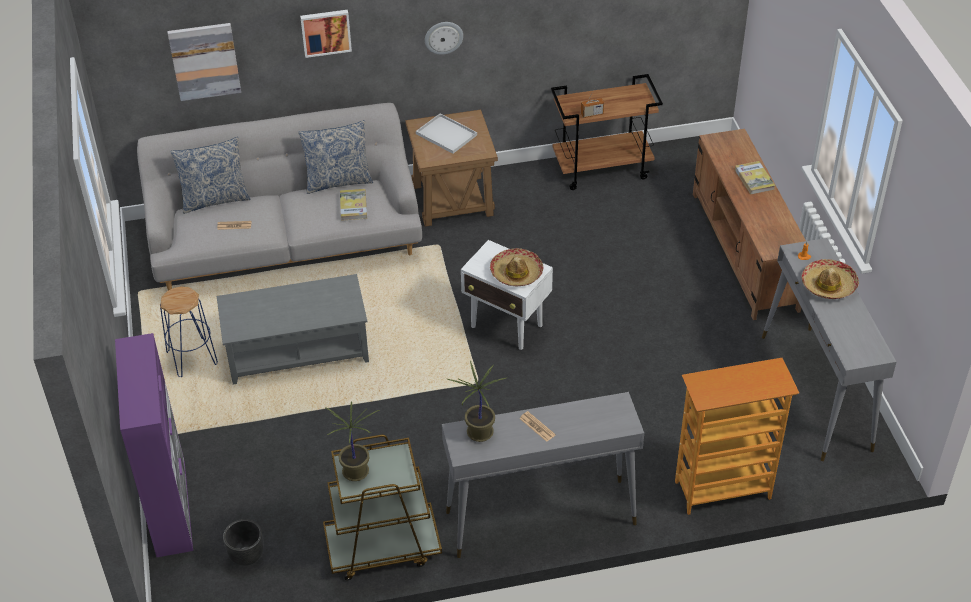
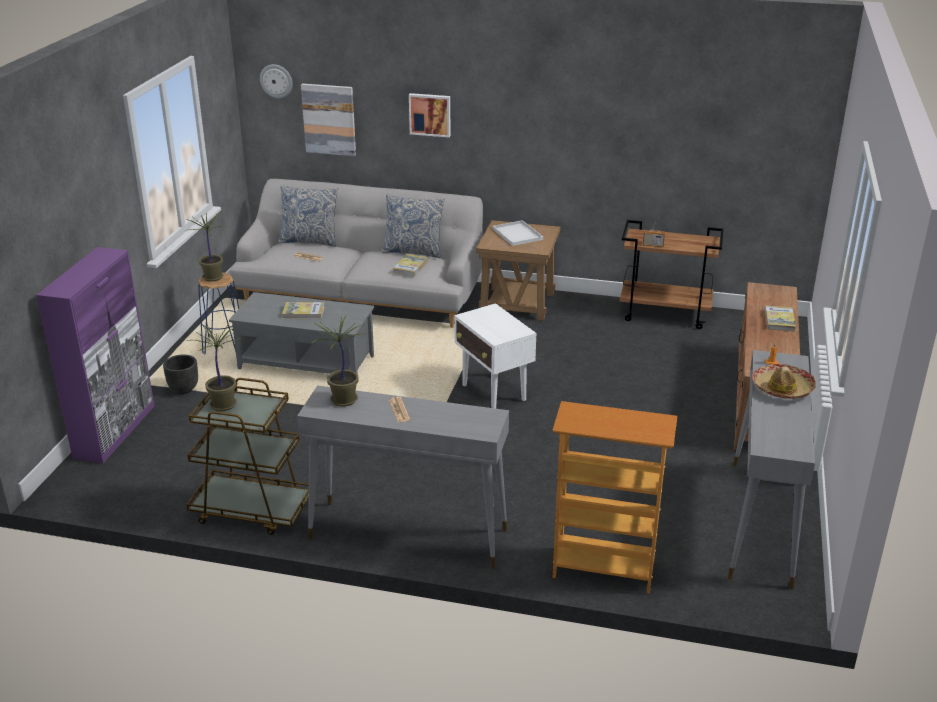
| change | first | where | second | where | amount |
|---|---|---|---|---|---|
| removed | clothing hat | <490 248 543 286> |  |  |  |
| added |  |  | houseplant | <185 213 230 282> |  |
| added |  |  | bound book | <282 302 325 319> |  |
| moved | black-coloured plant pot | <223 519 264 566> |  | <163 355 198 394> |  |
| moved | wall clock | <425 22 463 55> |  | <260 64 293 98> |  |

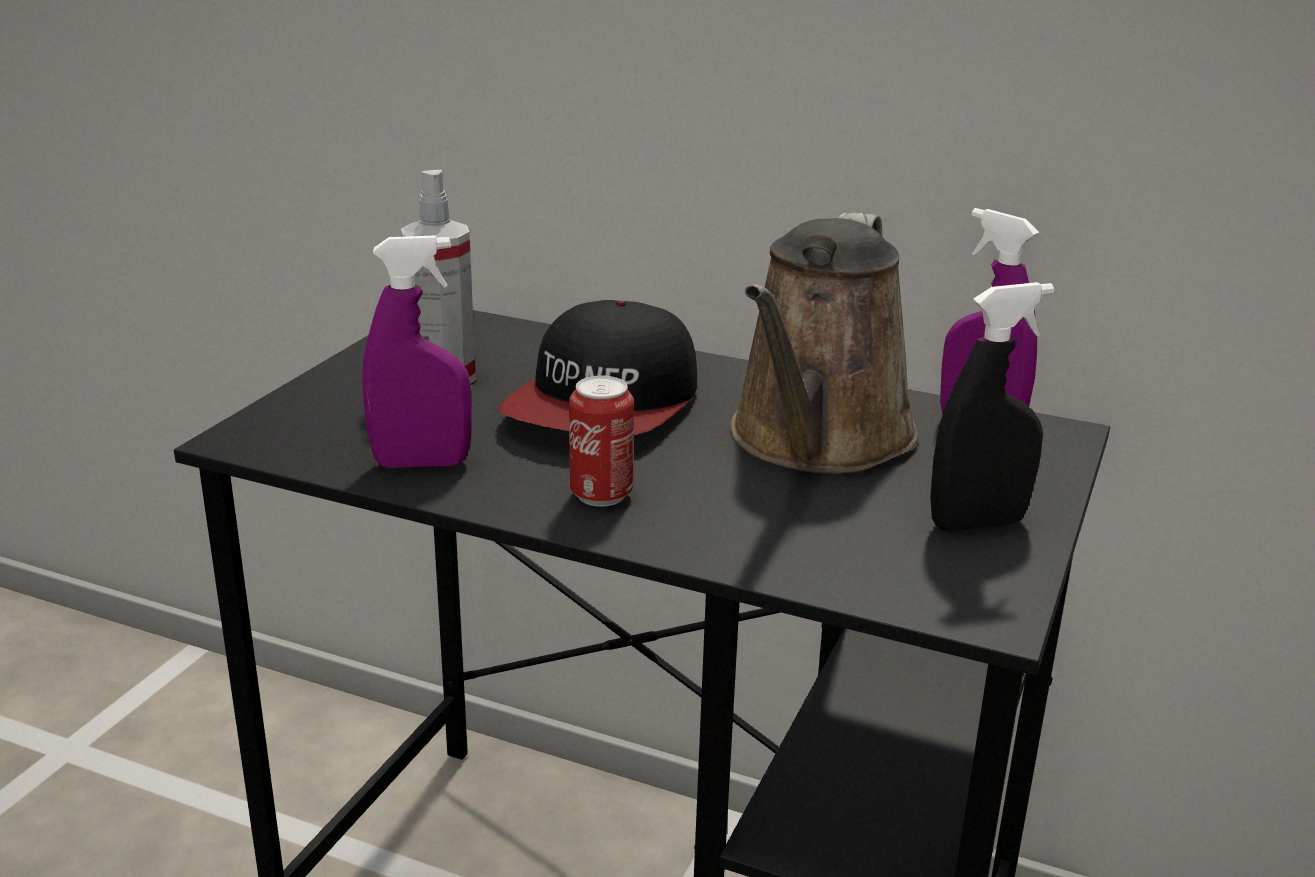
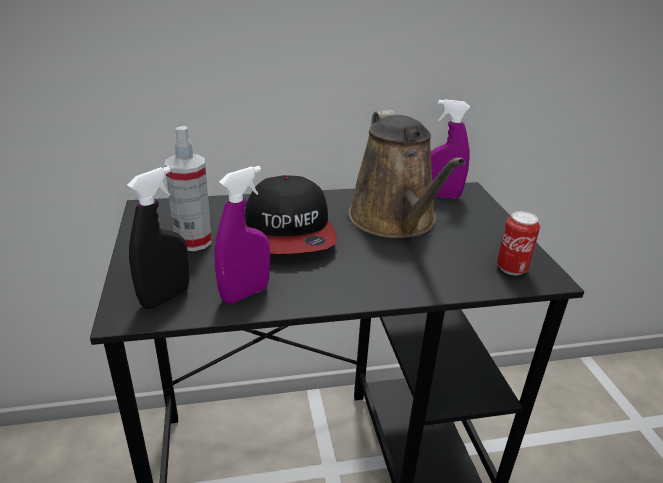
| change | first | where | second | where | amount |
|---|---|---|---|---|---|
| moved | sealed can | <569 376 634 507> |  | <497 211 540 275> |  |
| moved | black-coloured spray bottle | <930 282 1054 532> |  | <127 166 189 309> |  |

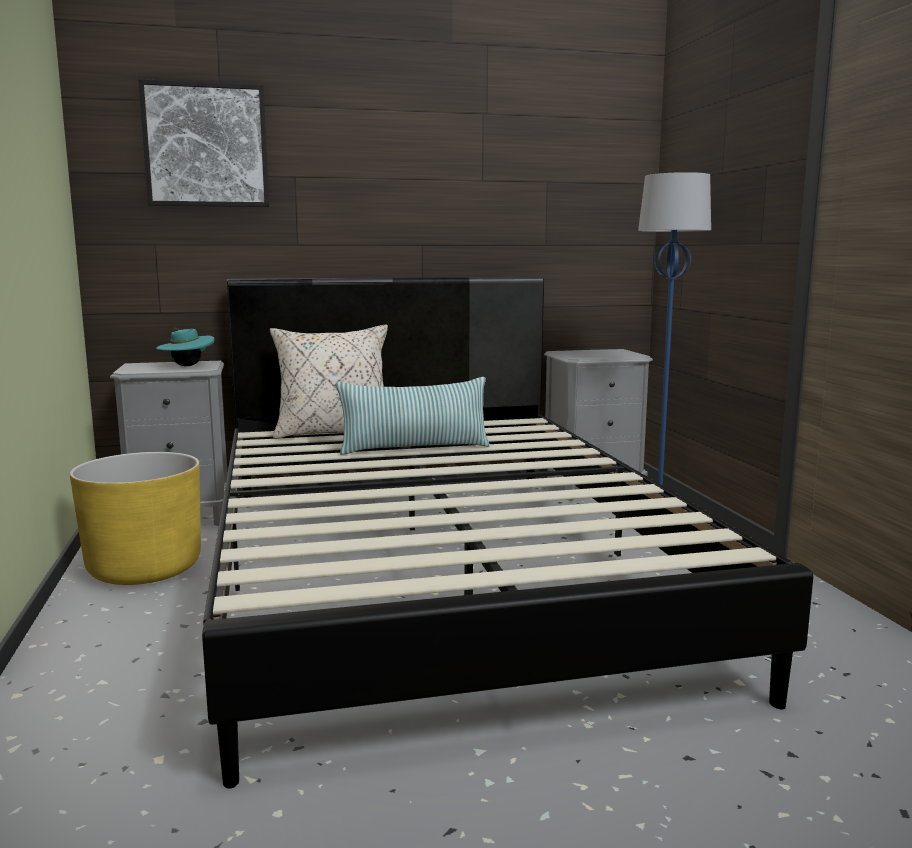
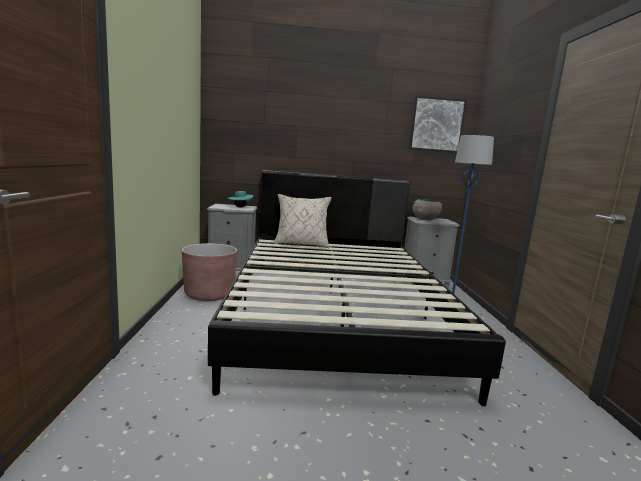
| change | first | where | second | where | amount |
|---|---|---|---|---|---|
| removed | cushion | <336 377 490 455> |  |  |  |
| added |  |  | greyish serving bowl | <412 199 442 220> |  |
| moved | picture | <138 79 269 207> |  | <409 95 467 153> |  |
| recoloured | yellow plant pot | <70 452 201 585> | brown plant pot | <182 243 237 301> |  |

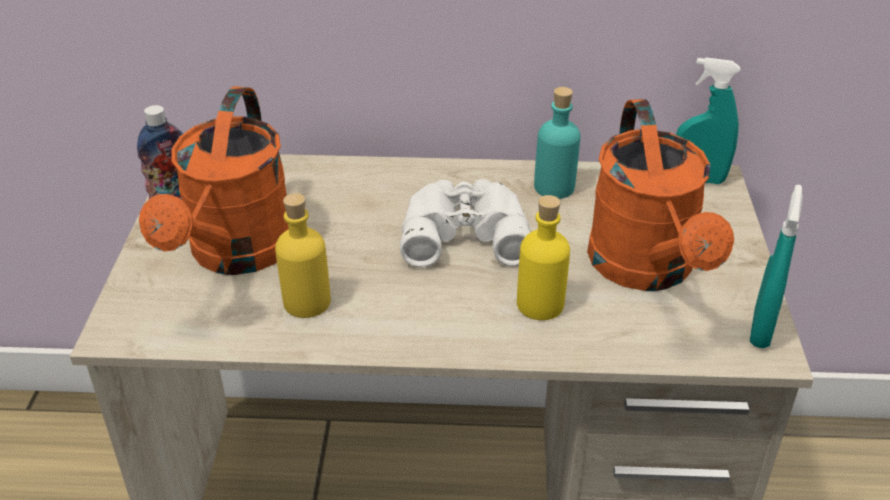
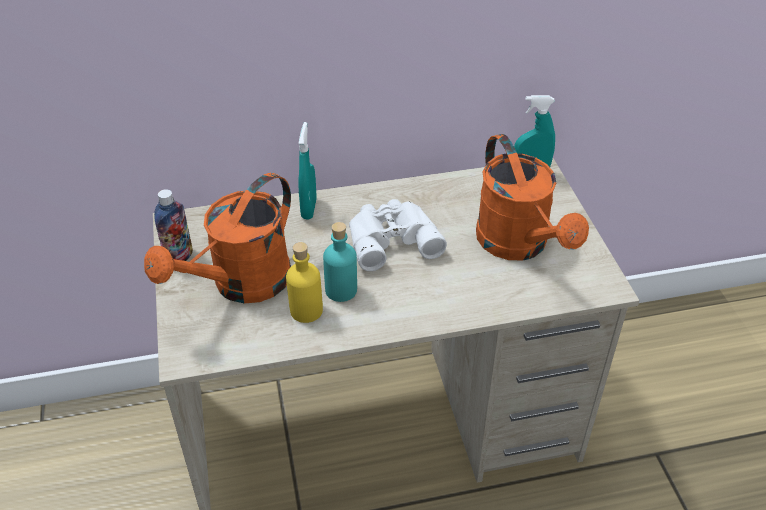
| change | first | where | second | where | amount |
|---|---|---|---|---|---|
| removed | yellow drink bottle | <517 195 570 320> |  |  |  |
| moved | turquoise-coloured drink bottle | <534 87 581 199> |  | <323 222 357 302> |  |
| moved | turquoise-coloured spray bottle | <750 185 803 348> |  | <298 122 317 220> |  |
| turned | orange watering pot | <139 86 289 275> |  | <144 173 291 303> | 45 degrees clockwise |

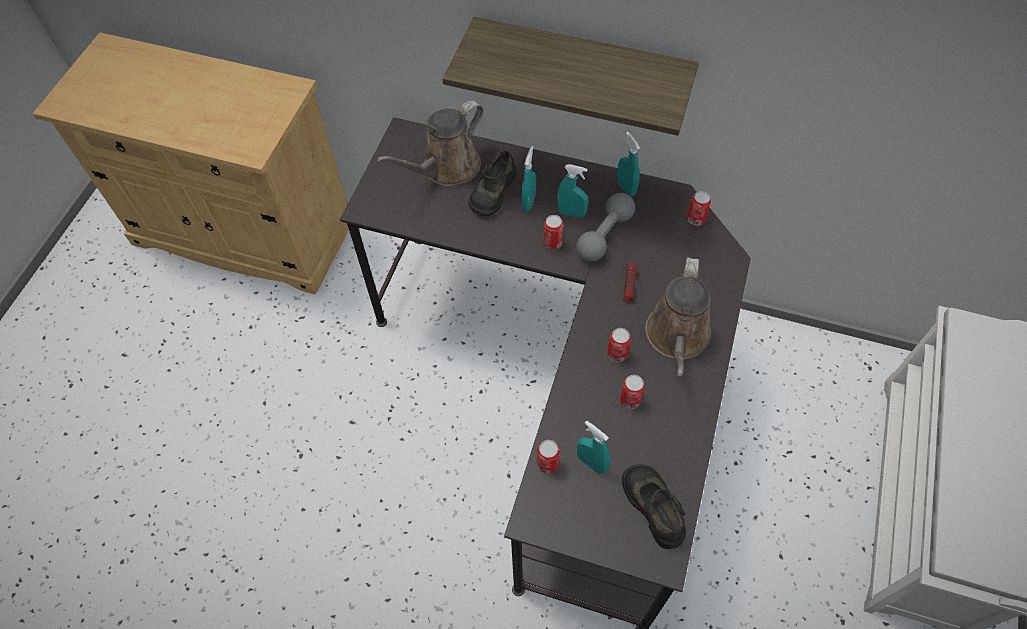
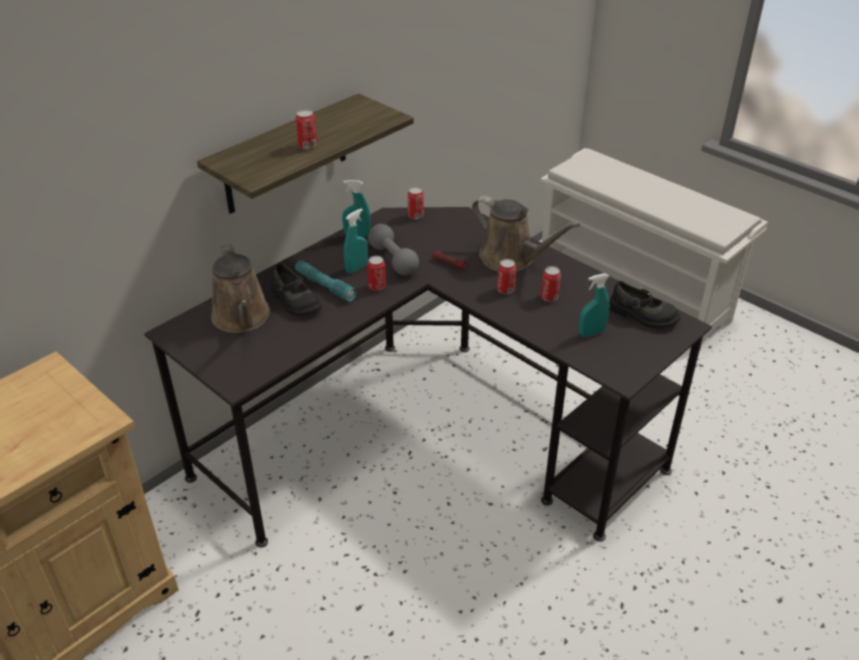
| change | first | where | second | where | amount |
|---|---|---|---|---|---|
| moved | sealed can | <537 440 560 474> |  | <295 110 317 150> |  |
| replaced | turquoise-coloured spray bottle | <521 146 536 212> | turquoise-coloured hand torch | <295 260 356 301> |  |
| turned | black-coloured low shoe | <622 464 686 549> |  | <609 281 681 329> | 150 degrees counterclockwise |

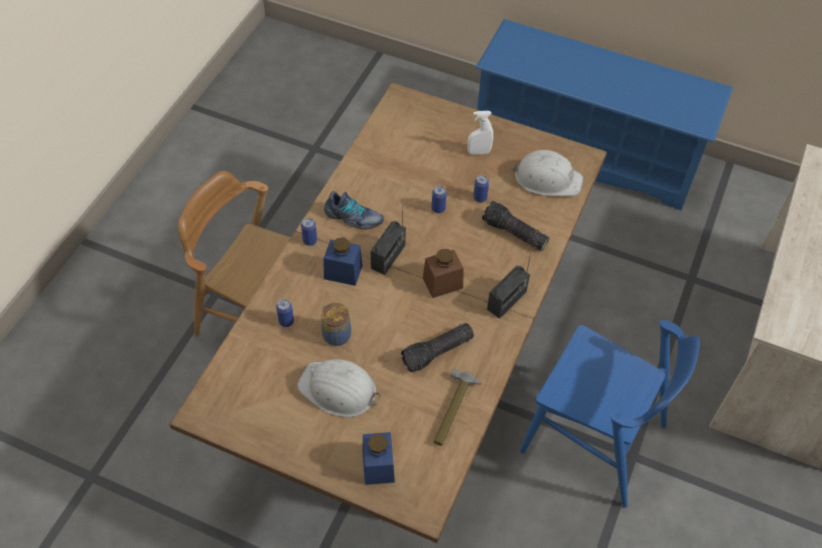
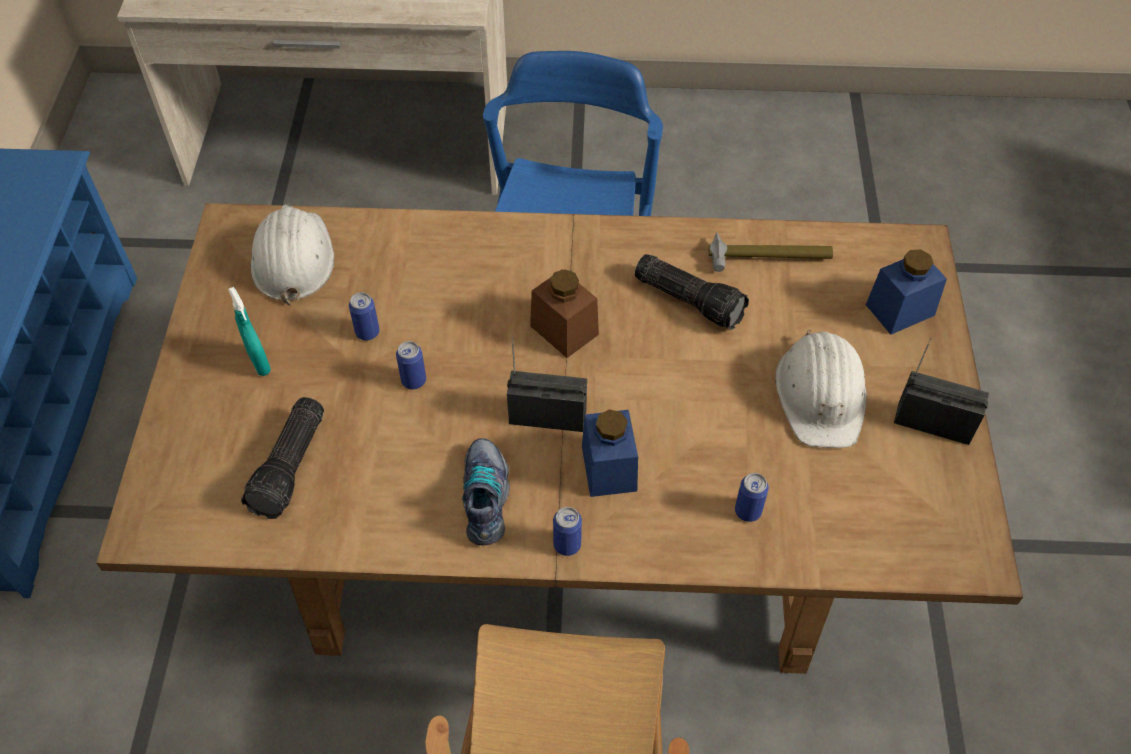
| change | first | where | second | where | amount |
|---|---|---|---|---|---|
| removed | jar | <321 303 351 346> |  |  |  |
| moved | hand torch | <482 201 549 251> |  | <241 397 324 519> |  |
| moved | radio | <487 253 531 319> |  | <894 338 989 445> |  |
| recoloured | white spray bottle | <468 111 493 155> | turquoise-coloured spray bottle | <228 287 271 376> |  |

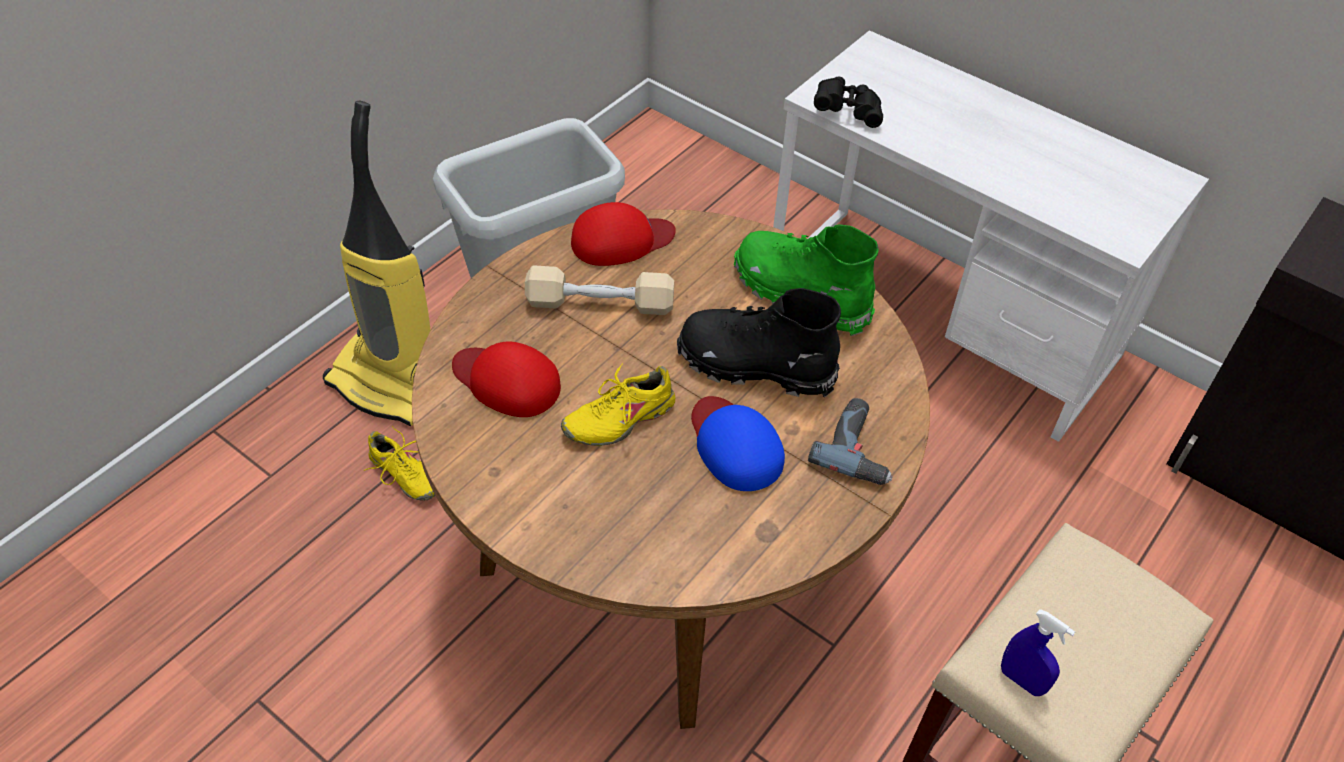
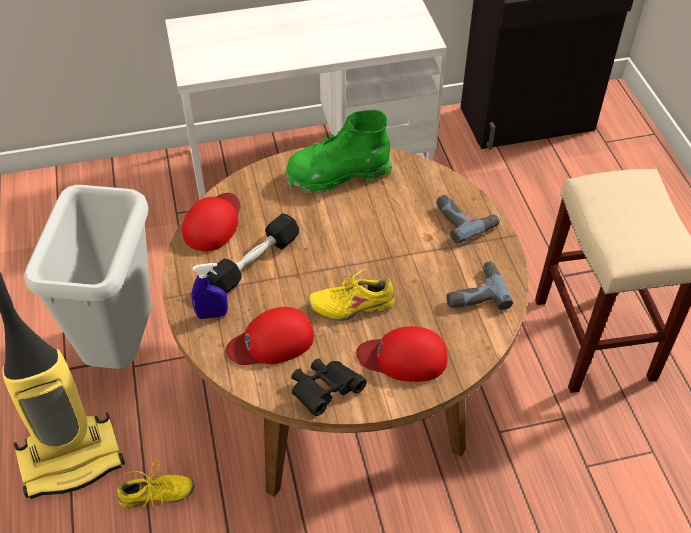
| change | first | where | second | where | amount |
|---|---|---|---|---|---|
| removed | black-coloured tall boot | <677 288 841 398> |  |  |  |
| removed | bluish peaked cap | <691 396 785 491> |  |  |  |
| added |  |  | red peaked cap | <356 326 448 382> |  |
| added |  |  | drill | <446 261 513 310> |  |
| moved | black-coloured field glasses | <814 77 883 128> |  | <292 358 366 416> |  |
| moved | bluish spray bottle | <1001 609 1075 696> |  | <192 263 228 319> |  |
| recoloured | beige free weight | <525 265 674 315> | black-coloured free weight | <207 214 299 294> |  |
| turned | yellow low shoe | <561 364 675 446> |  | <307 268 395 321> | 75 degrees clockwise |

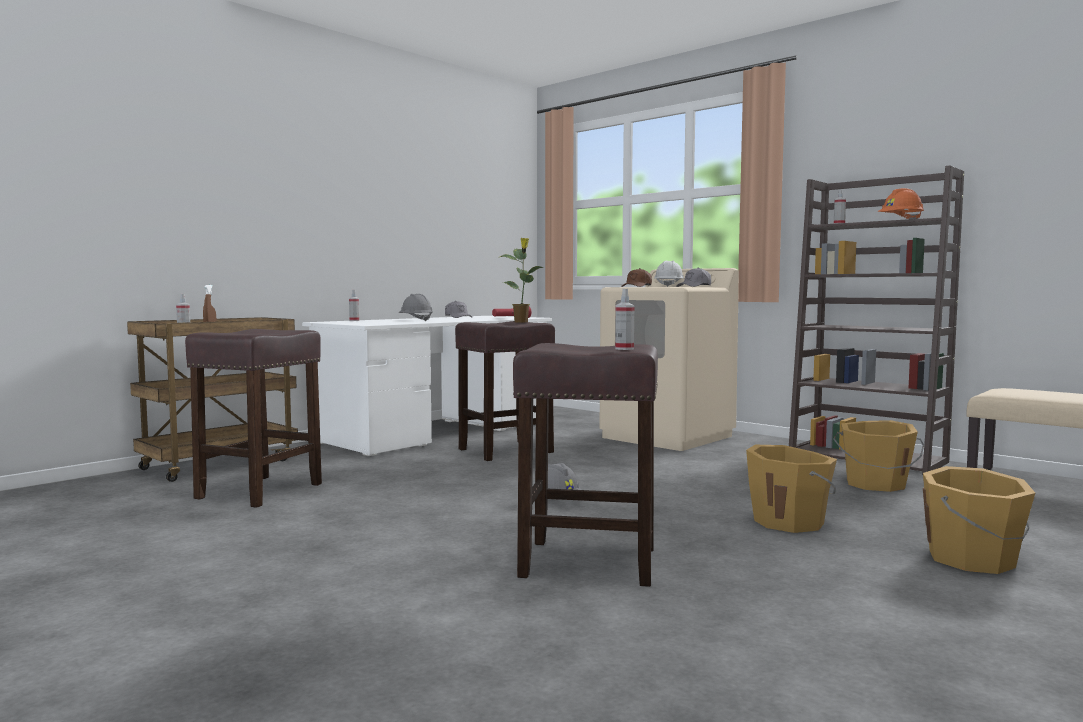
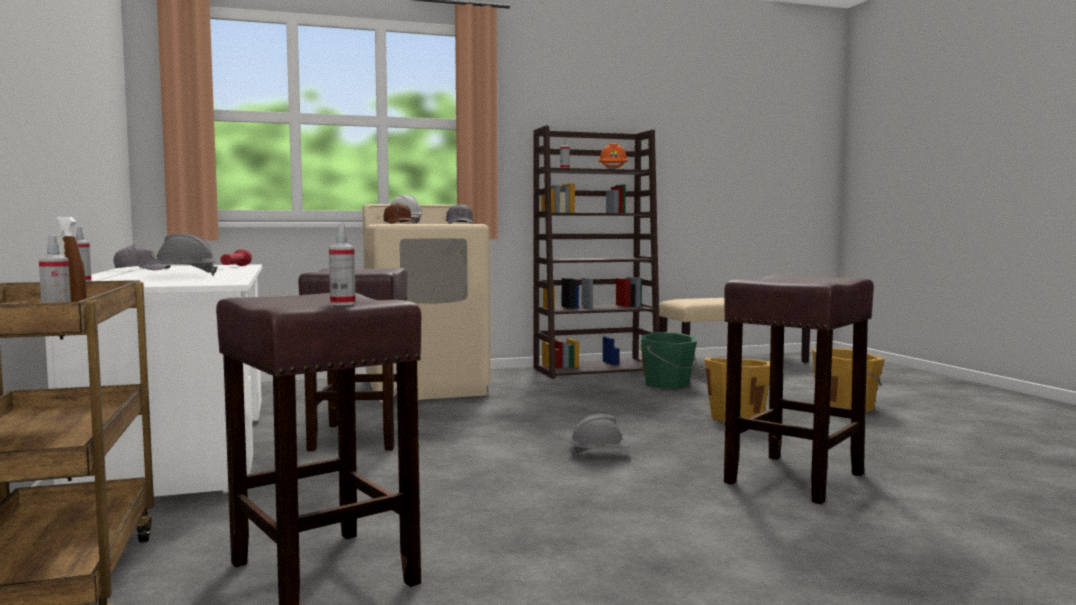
| change | first | where | second | where | amount |
|---|---|---|---|---|---|
| removed | houseplant | <500 238 543 323> |  |  |  |
| moved | spray bottle | <615 289 634 350> |  | <329 225 356 305> |  |
| recoloured | orange pail | <833 420 924 492> | green pail | <641 332 697 389> |  |

